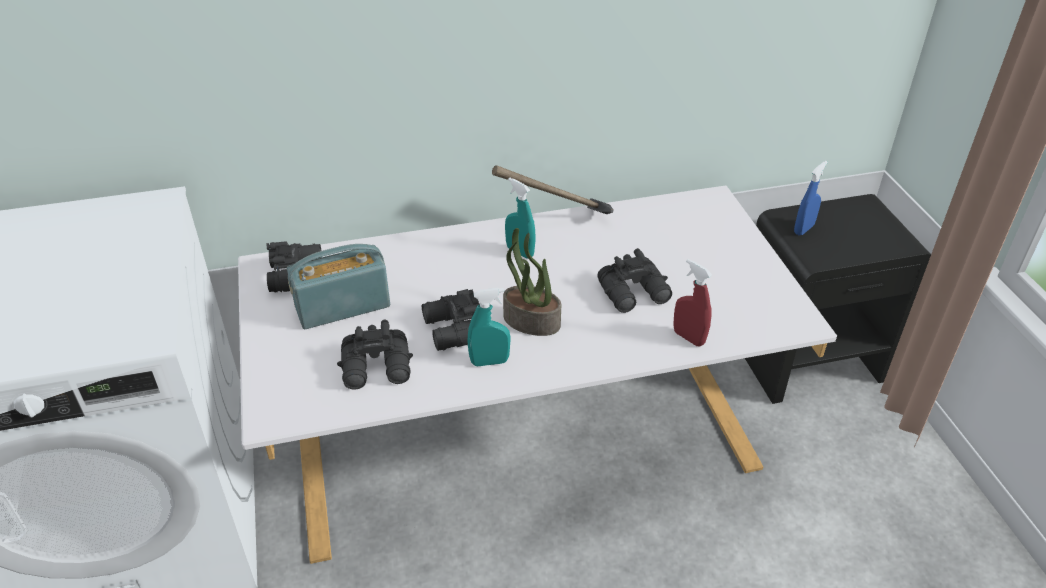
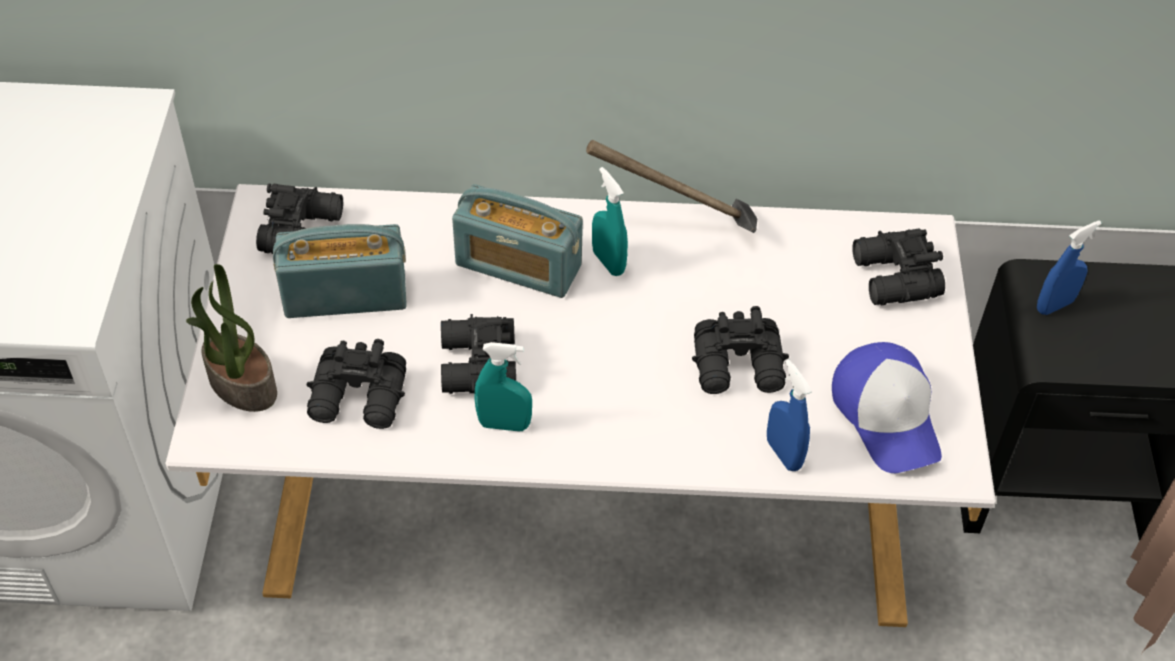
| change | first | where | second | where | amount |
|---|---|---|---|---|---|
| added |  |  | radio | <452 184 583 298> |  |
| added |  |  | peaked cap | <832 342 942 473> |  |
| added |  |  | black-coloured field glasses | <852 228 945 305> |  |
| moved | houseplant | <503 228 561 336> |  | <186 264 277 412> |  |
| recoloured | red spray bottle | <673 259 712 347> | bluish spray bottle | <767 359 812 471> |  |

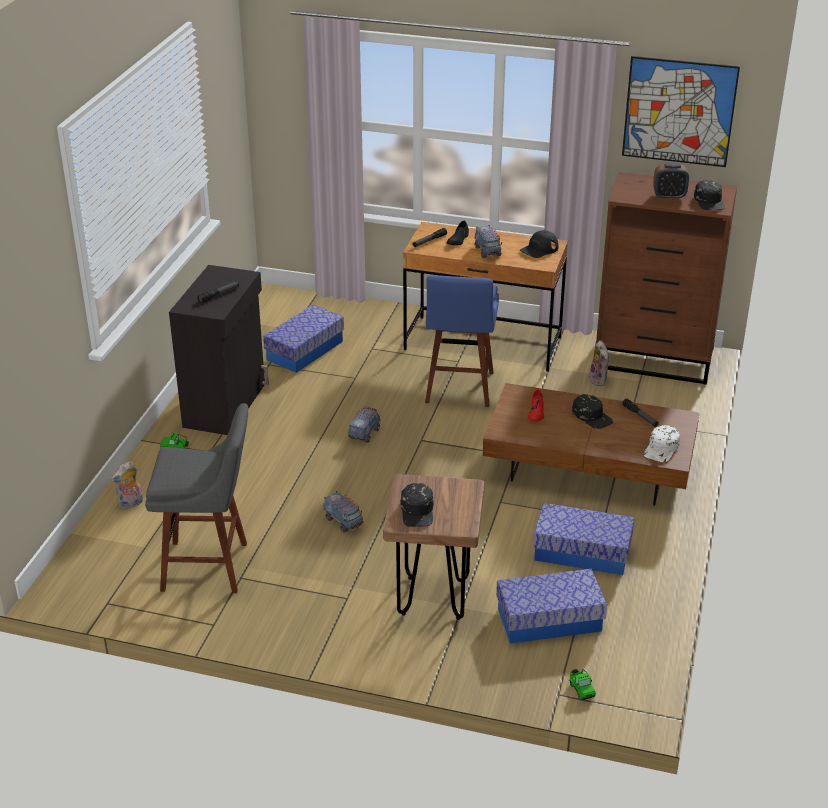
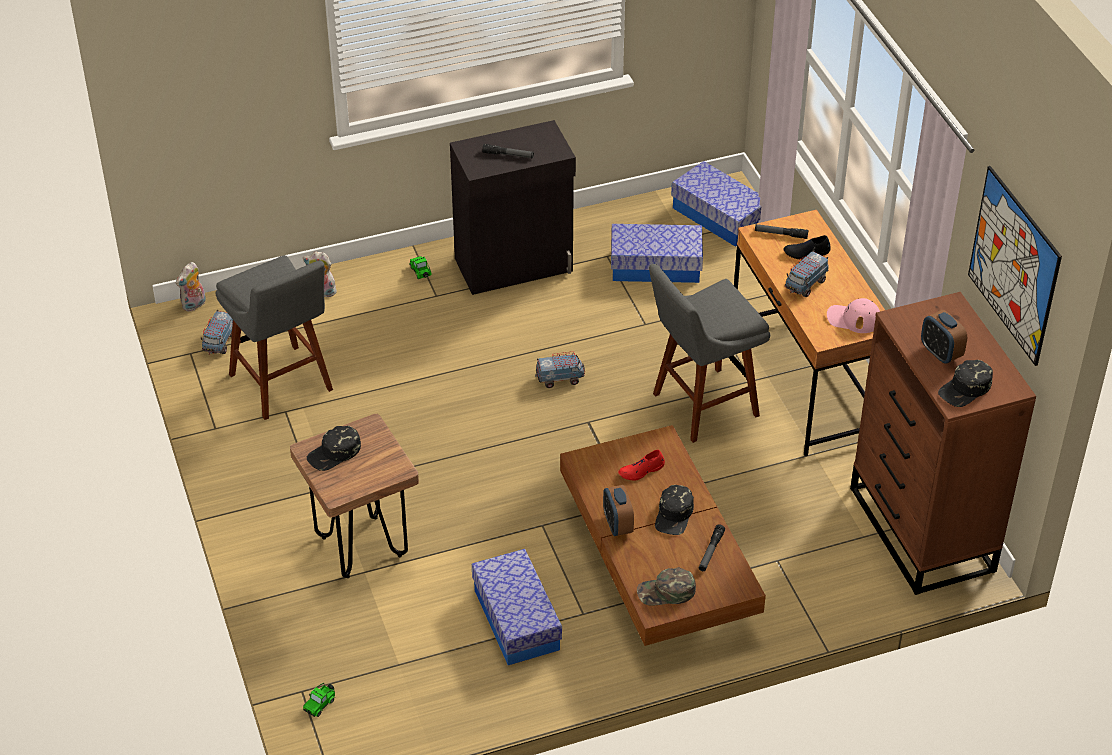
| change | first | where | second | where | amount |
|---|---|---|---|---|---|
| added |  |  | table clock | <603 485 634 536> |  |
| moved | toy truck | <323 491 364 533> |  | <201 310 233 355> |  |
| moved | storage box | <496 569 607 643> |  | <671 161 761 247> |  |
| moved | plush toy | <589 340 611 386> |  | <176 262 206 311> |  |
| recoloured | bluish stool seat | <425 275 499 407> | greyish stool seat | <649 264 770 443> |  |
| recoloured | black-coloured peaked cap | <520 230 559 258> | pink peaked cap | <827 298 880 333> |  |
| recoloured | white peaked cap | <644 425 680 462> | green peaked cap | <637 567 696 606> |  |

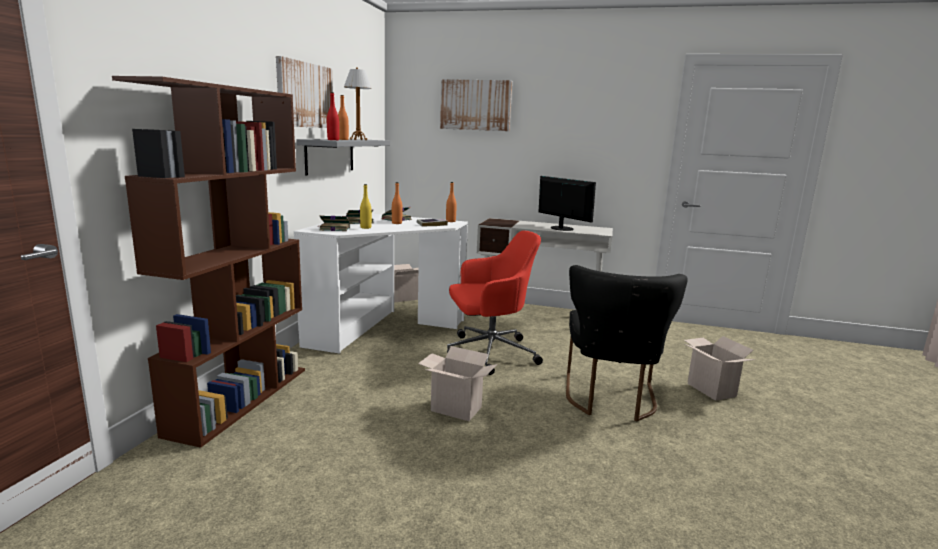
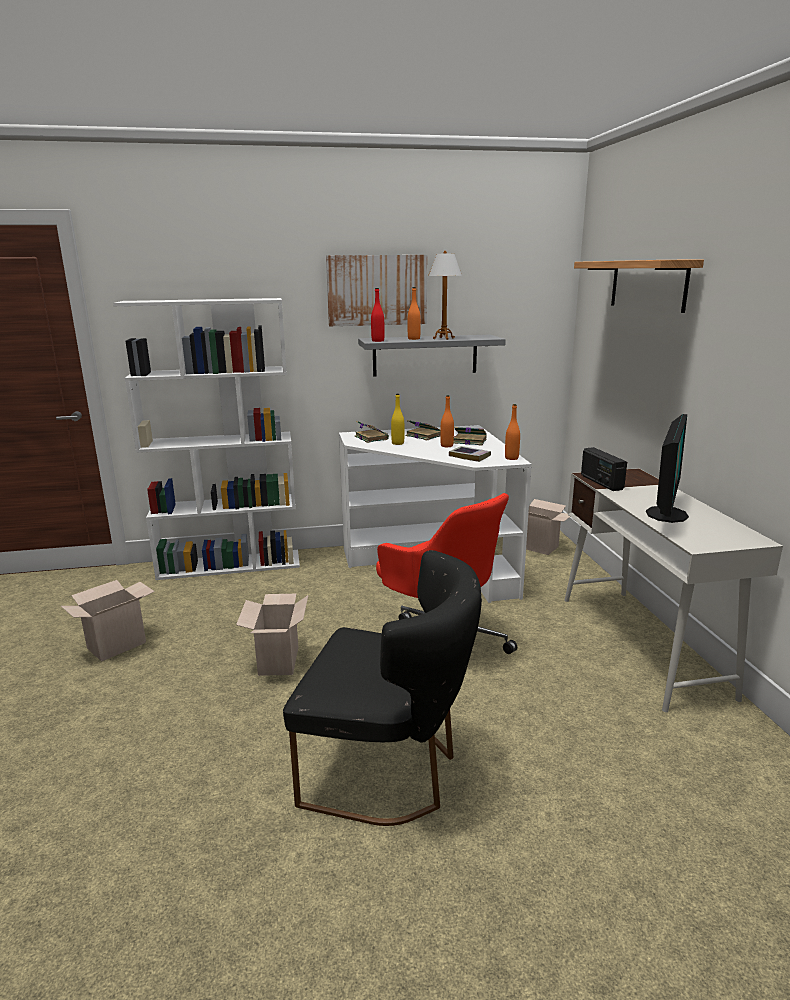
| change | first | where | second | where | amount |
|---|---|---|---|---|---|
| added |  |  | radio | <581 447 627 491> |  |
| moved | carton | <684 336 756 401> |  | <61 580 155 662> |  |
| replaced | picture | <440 79 512 131> | shelf | <574 259 704 313> |  |
| recoloured | brown shelving unit | <112 76 305 448> | white shelving unit | <113 298 300 580> |  |
| turned | black-coloured chair | <566 265 688 421> |  | <283 550 482 826> | 150 degrees counterclockwise |

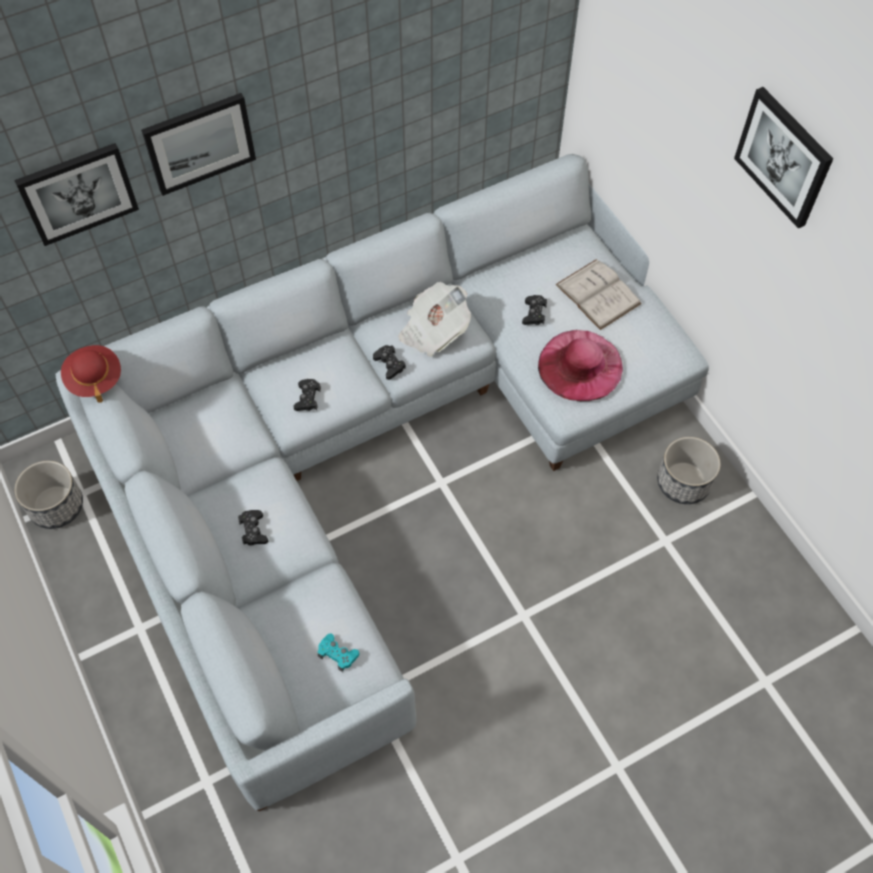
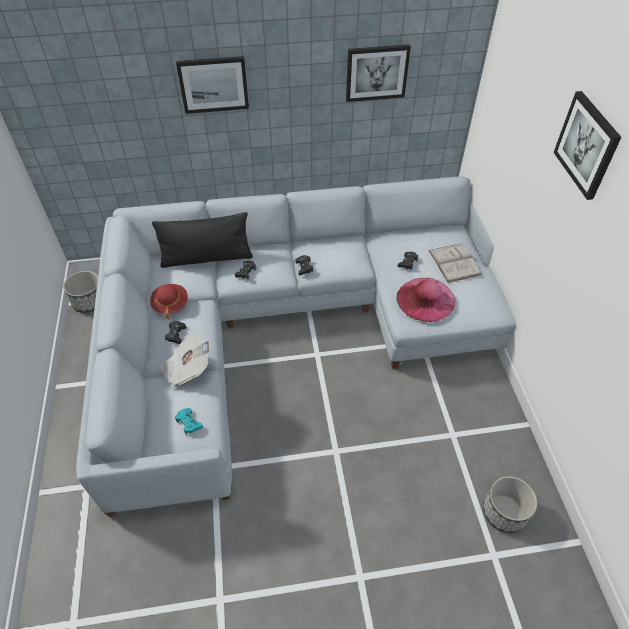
| change | first | where | second | where | amount |
|---|---|---|---|---|---|
| added |  |  | black-coloured cushion | <152 212 253 268> |  |
| moved | picture | <14 143 139 246> |  | <346 44 411 102> |  |
| moved | red clothing hat | <61 345 121 403> |  | <150 284 188 319> |  |
| moved | daily paper | <399 282 471 357> |  | <160 334 212 387> |  |
| moved | plant pot | <657 437 721 504> |  | <483 476 537 533> |  |

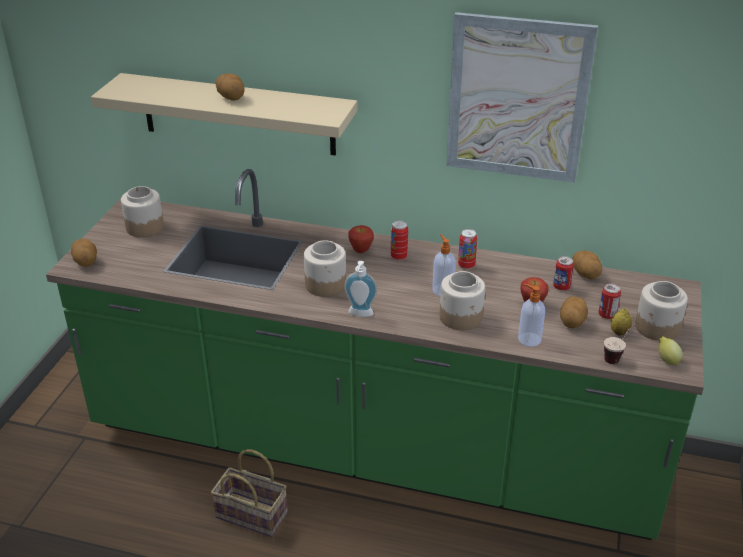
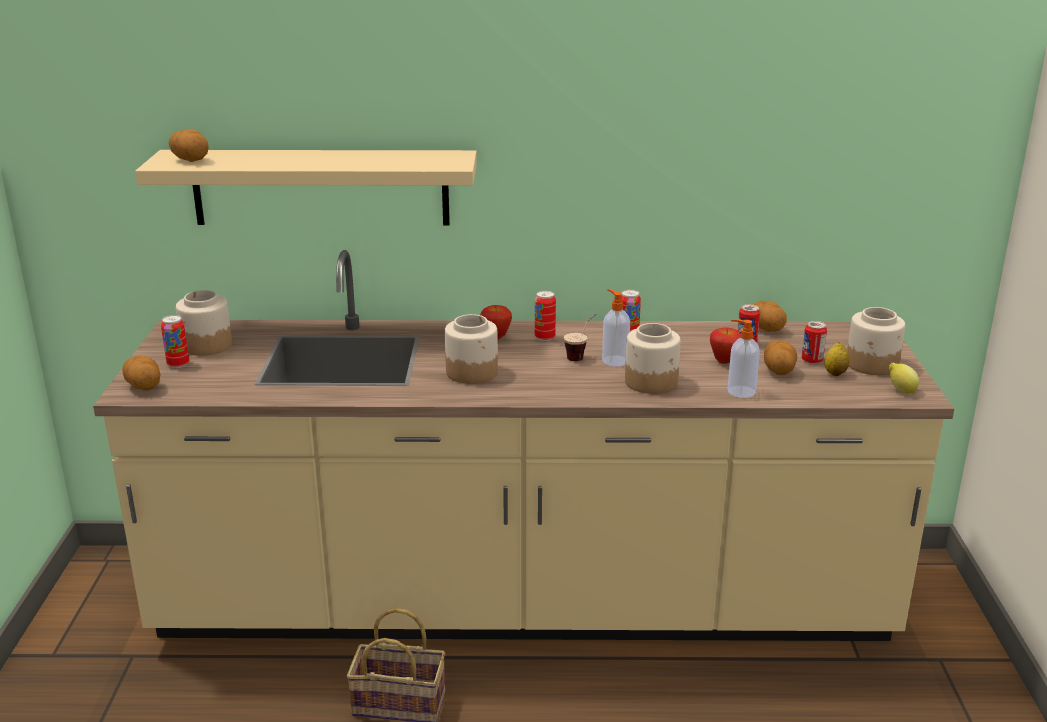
| change | first | where | second | where | amount |
|---|---|---|---|---|---|
| removed | soap bottle | <344 261 377 317> |  |  |  |
| removed | picture | <446 12 598 182> |  |  |  |
| added |  |  | sealed can | <161 315 189 368> |  |
| moved | whole potato | <215 73 245 101> |  | <169 129 209 162> |  |
| moved | drinking cup | <604 323 638 364> |  | <564 314 596 361> |  |
| recoloured | green counter | <46 169 704 540> | beige counter | <93 250 954 641> |  |

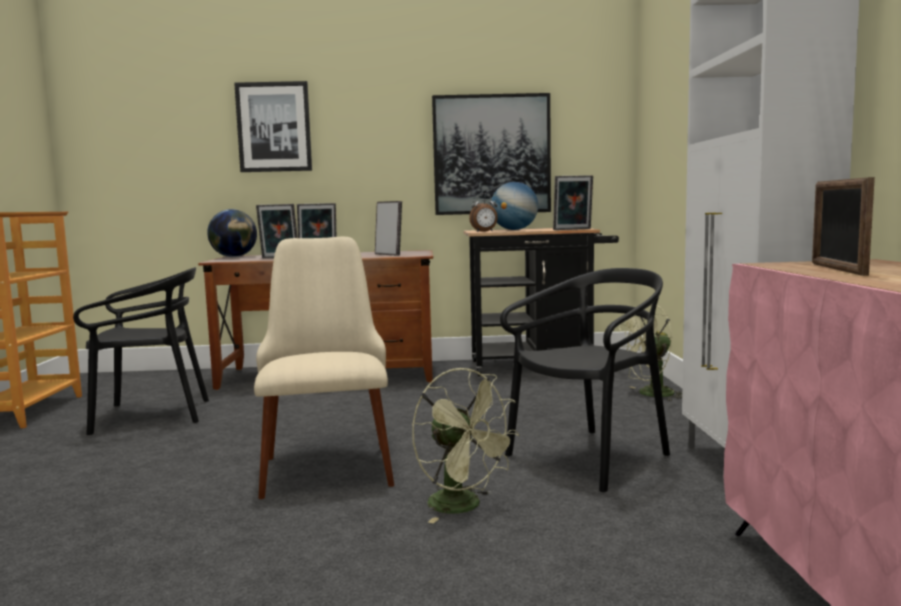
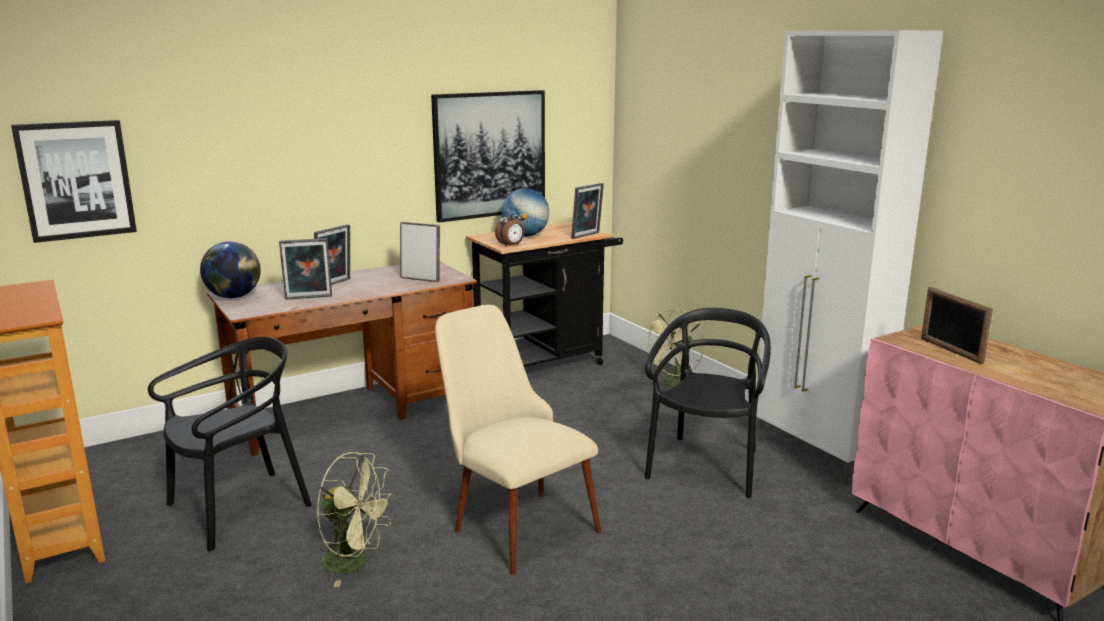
| change | first | where | second | where | amount |
|---|---|---|---|---|---|
| moved | picture | <234 81 312 172> |  | <11 120 137 243> |  |
| moved | green fan | <412 368 520 523> |  | <317 452 395 587> |  |

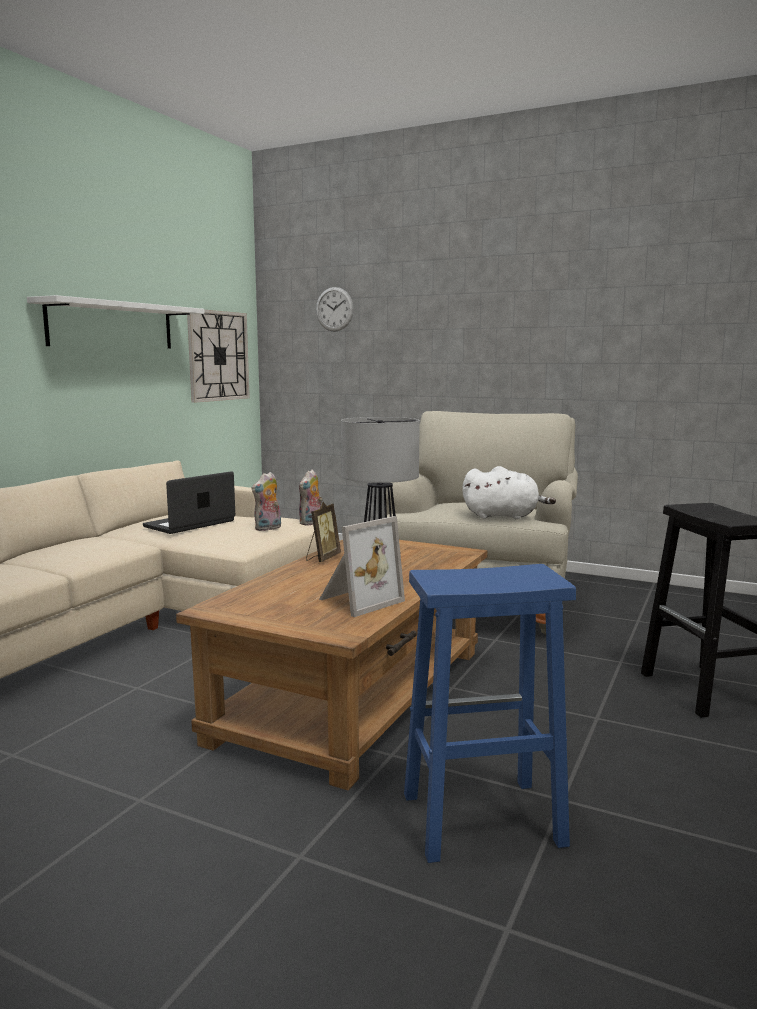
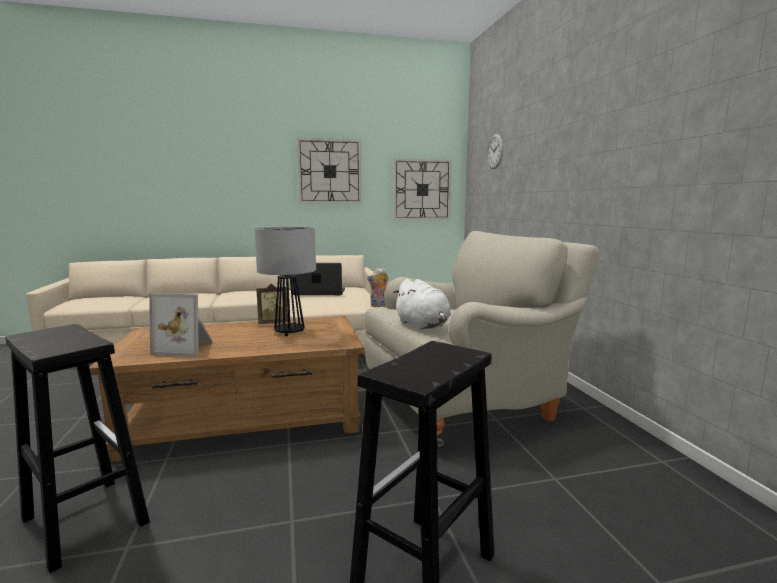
| change | first | where | second | where | amount |
|---|---|---|---|---|---|
| removed | plush toy | <251 472 281 531> |  |  |  |
| replaced | white shelf | <27 295 205 348> | wall clock | <297 138 361 203> |  |
| recoloured | bluish stool seat | <404 564 576 863> | black-coloured stool seat | <5 324 150 573> |  |

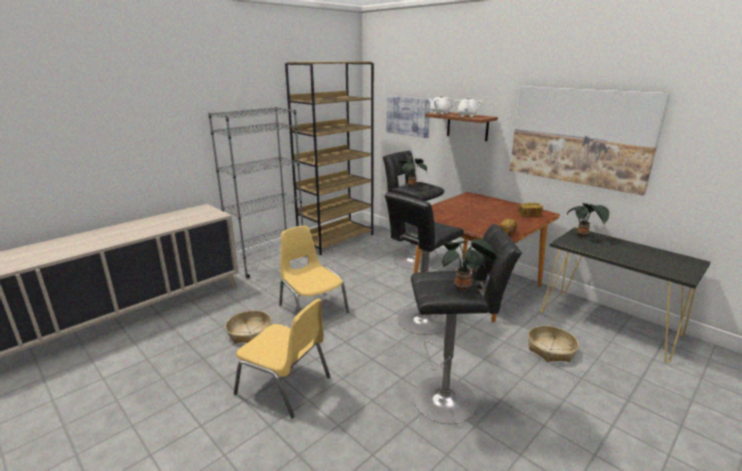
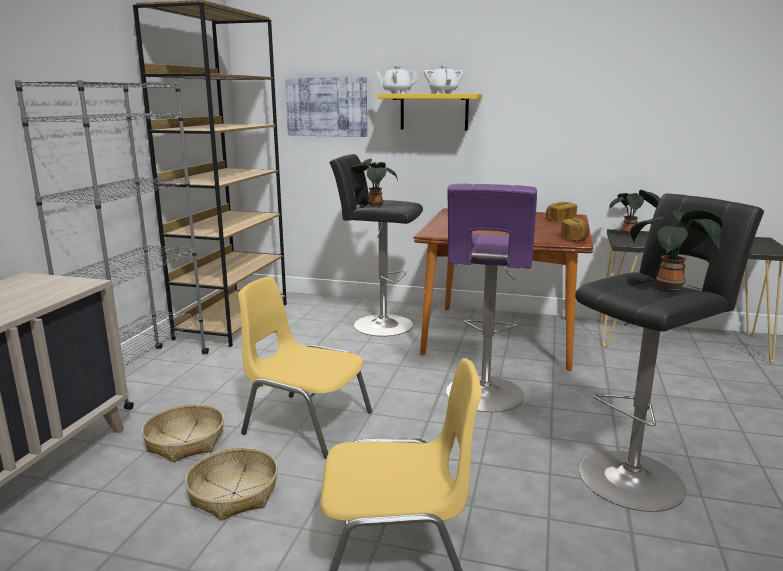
| change | first | where | second | where | amount |
|---|---|---|---|---|---|
| removed | picture | <510 86 670 196> |  |  |  |
| moved | basket | <528 325 579 362> |  | <142 404 224 462> |  |
| recoloured | black-coloured stool seat | <384 192 464 335> | purplish stool seat | <446 184 537 412> |  |
| recoloured | brown shelf | <425 112 498 141> | yellow shelf | <377 94 482 130> |  |

